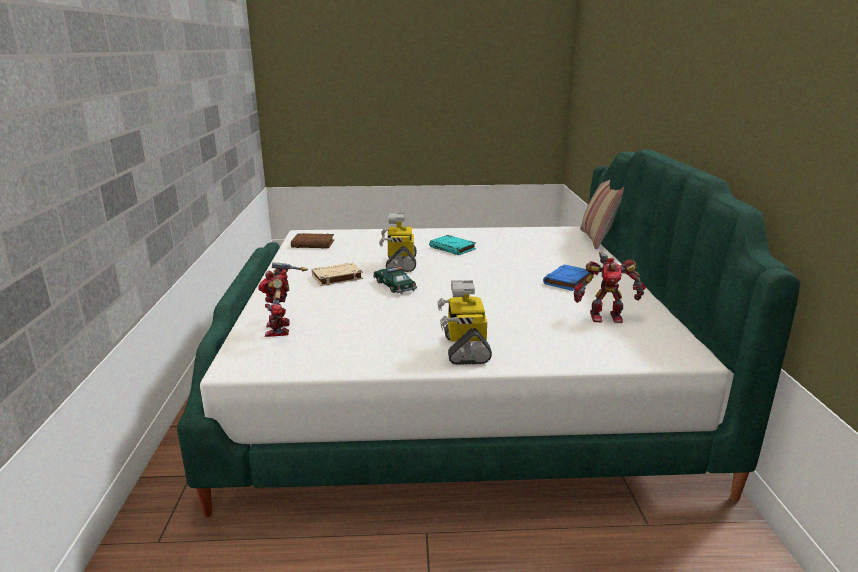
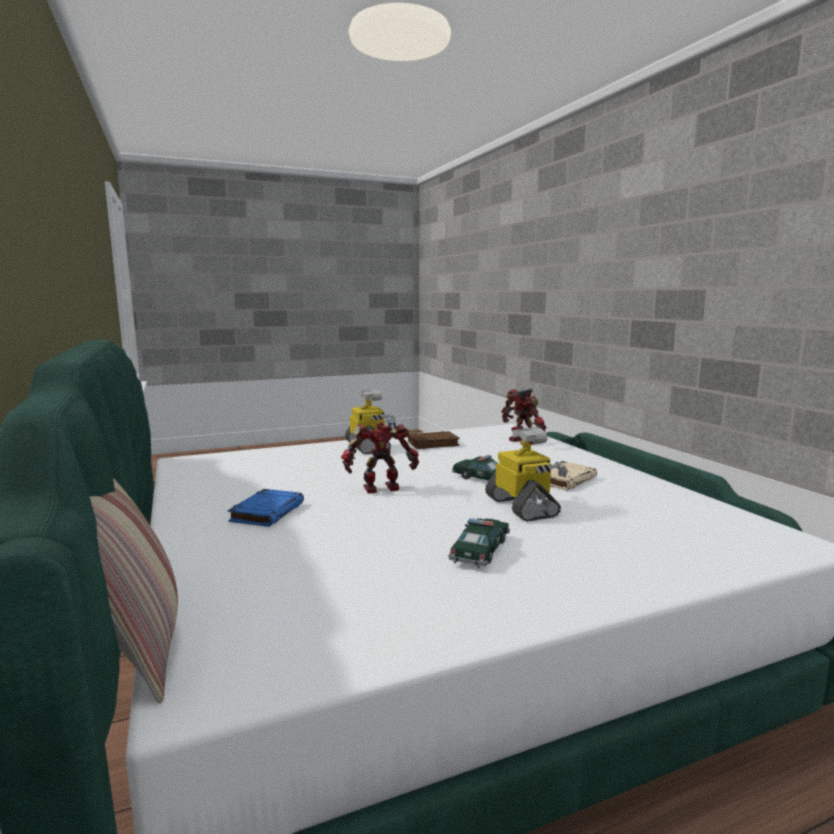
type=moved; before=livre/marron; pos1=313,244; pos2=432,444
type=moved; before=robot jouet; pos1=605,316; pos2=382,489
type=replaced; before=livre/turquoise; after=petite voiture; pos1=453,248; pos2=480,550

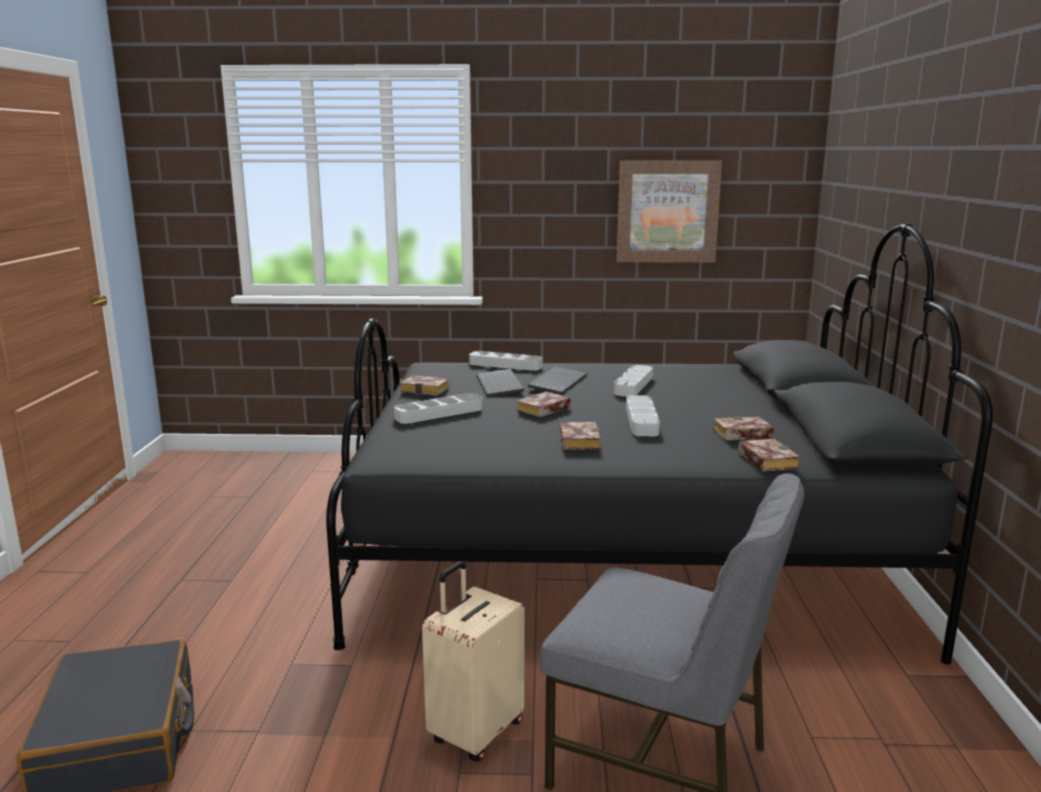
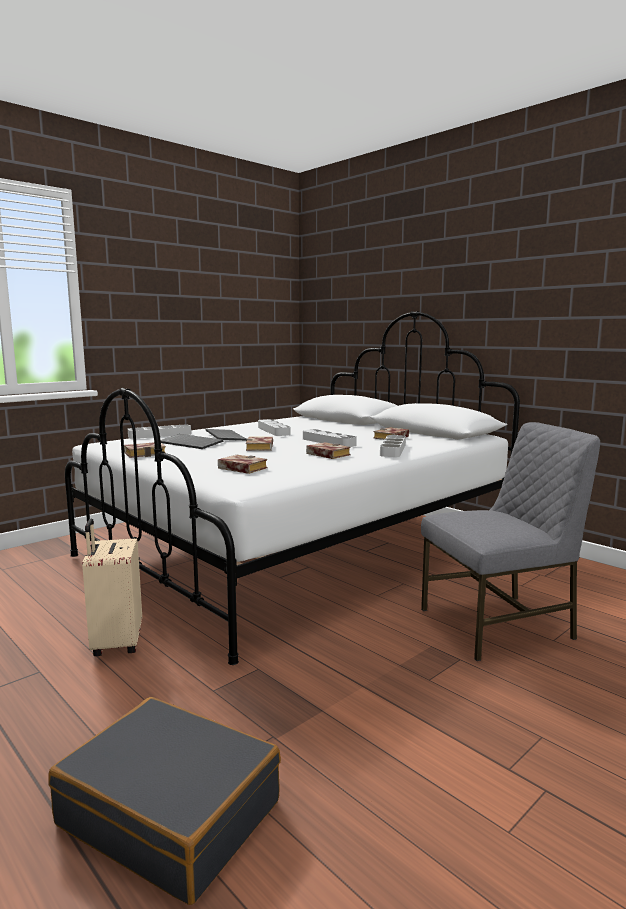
type=removed; before=tableau; pos1=667,212
type=moved; before=plateau/gris; pos1=439,413; pos2=393,450
type=moved; before=valise/beige; pos1=475,732; pos2=116,643
type=moved; before=livre; pos1=764,460; pos2=240,469
type=recoloured; before=lit/noir; after=lit/blanc; pos1=620,552; pos2=300,548

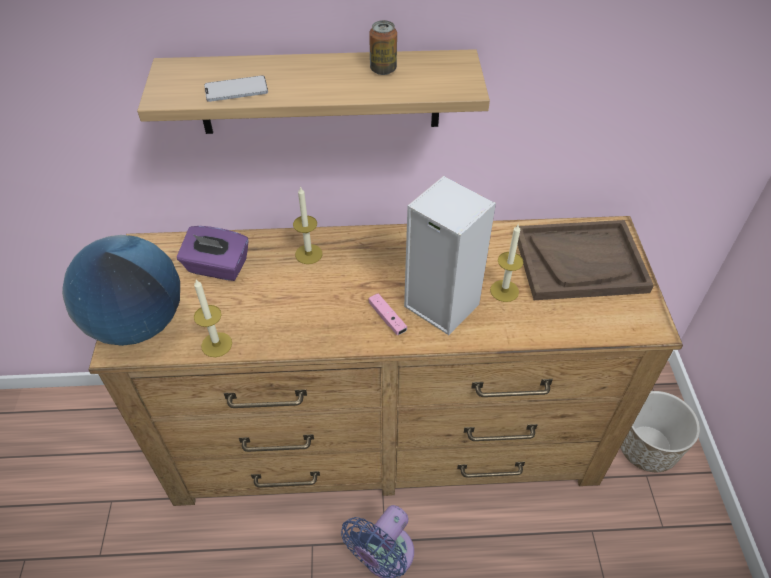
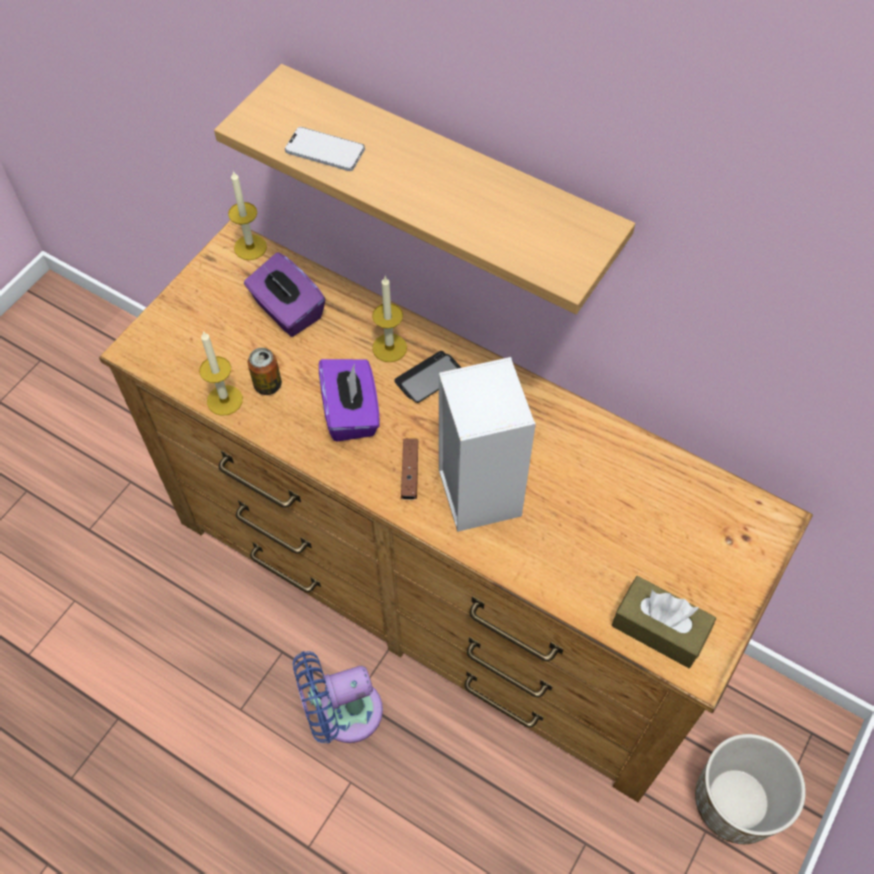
type=removed; before=globe; pos1=138,324
type=removed; before=plateau/marron; pos1=580,262
type=added; after=boîte à mouchoirs/violet; pos2=351,413
type=added; after=téléphone; pos2=429,378
type=added; after=boîte à mouchoirs/marron; pos2=659,628
type=moved; before=boîte métallique; pos1=383,69; pos2=268,385
type=moved; before=bougie; pos1=504,291; pos2=250,247
type=recoloured; before=manette/rose; after=manette/marron; pos1=387,318; pos2=410,473

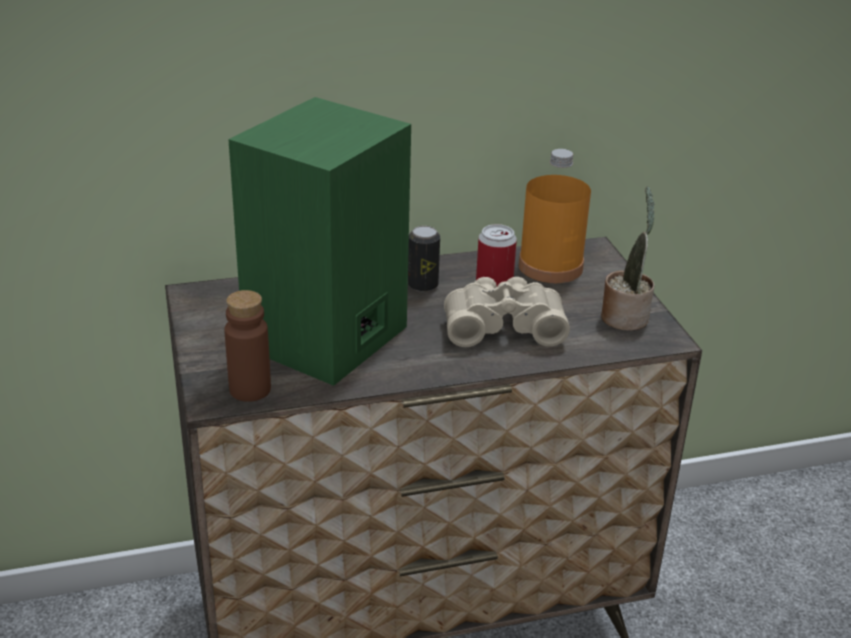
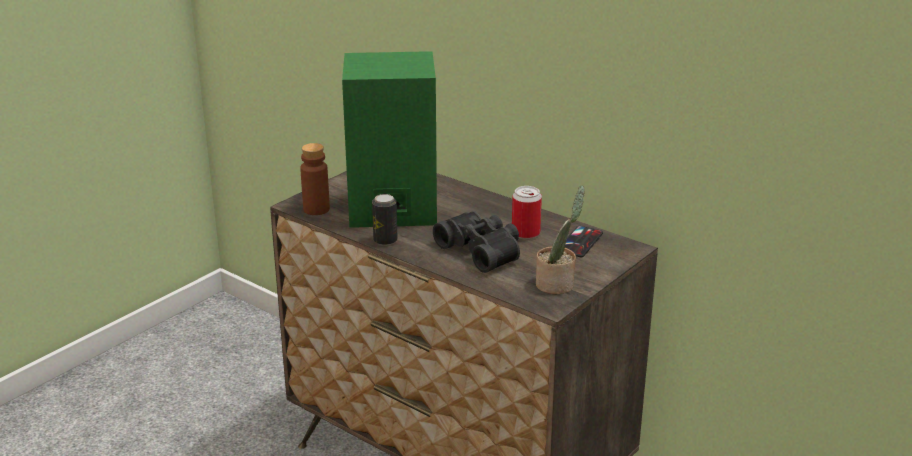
type=moved; before=boîte métallique; pos1=423,285; pos2=385,240
type=replaced; before=bouteille/orange; after=téléphone; pos1=550,266; pos2=580,242
type=recoloured; before=jumelles/beige; after=jumelles/noir; pos1=503,325; pos2=482,250

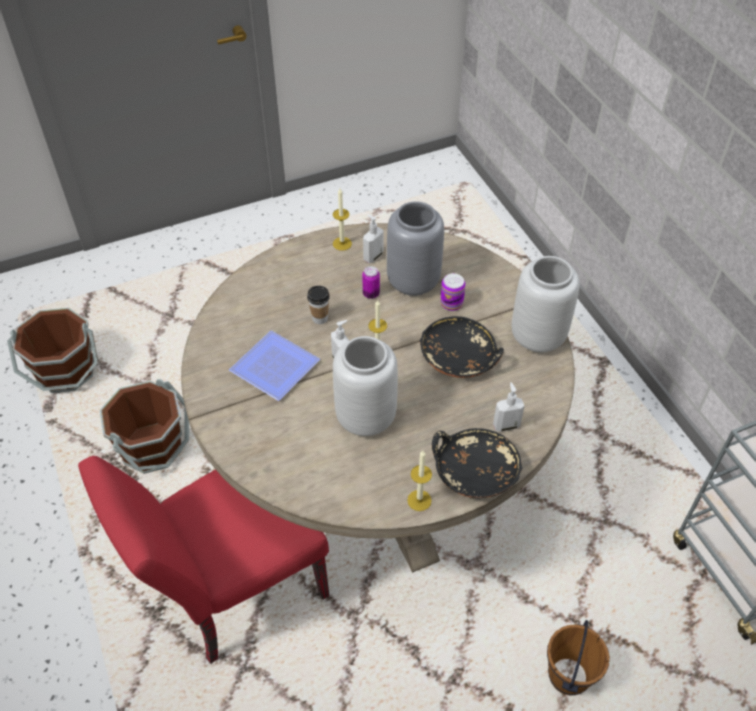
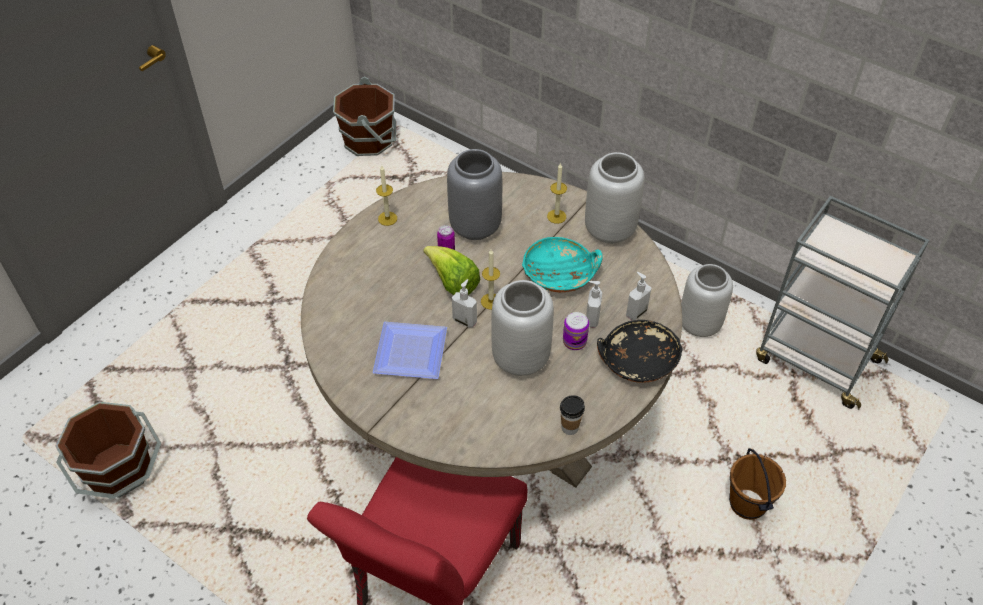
type=added; after=laitue; pos2=453,283
type=added; after=vase/gris; pos2=699,324
type=moved; before=seau/marron; pos1=153,448; pos2=369,140
type=moved; before=tasse; pos1=320,318; pos2=570,428
type=moved; before=distributeur de savon; pos1=372,256; pos2=591,319
type=moved; before=bougie; pos1=419,500; pos2=556,216
type=moved; before=boîte métallique; pos1=451,303; pos2=574,341
type=recoloured; before=bol/noir; after=bol/turquoise; pos1=459,357; pos2=560,274

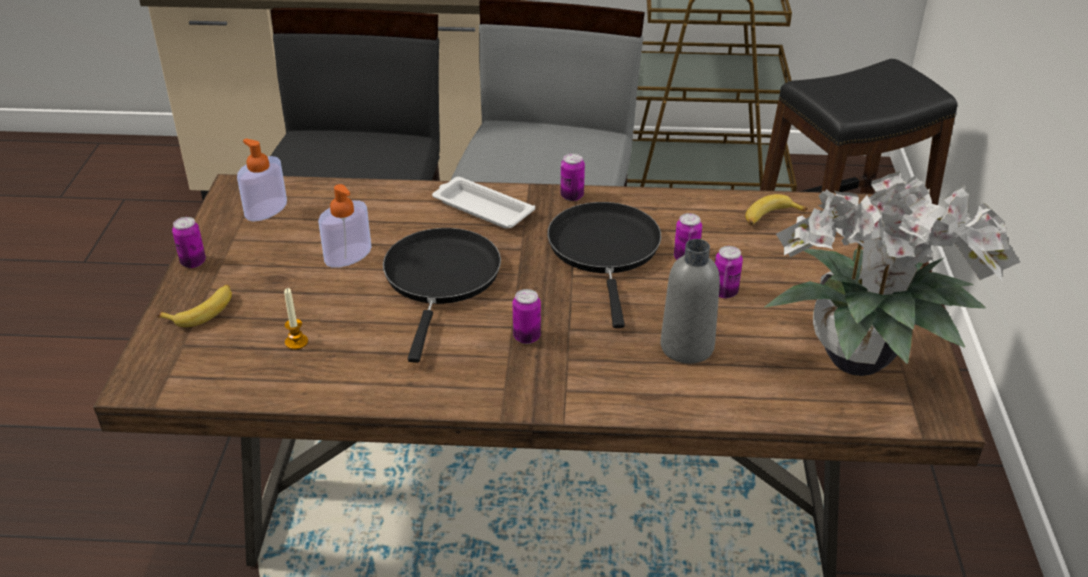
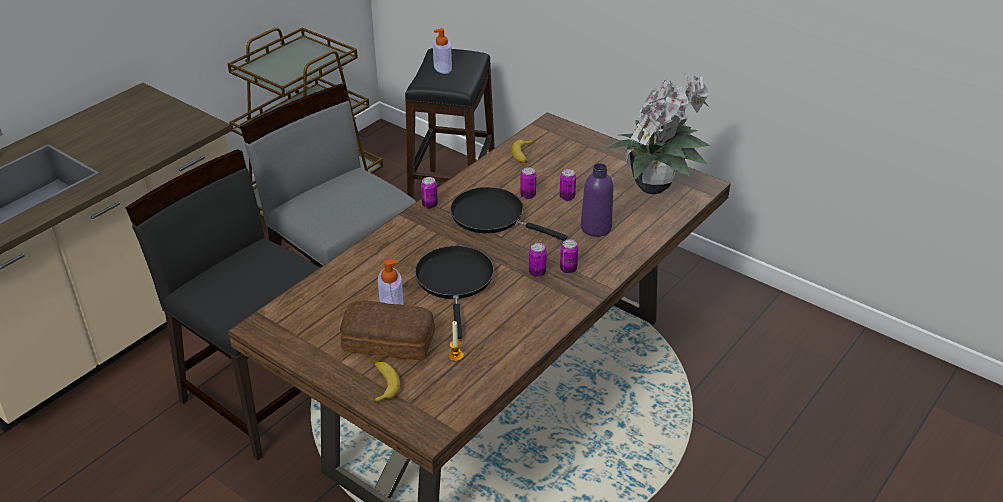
type=removed; before=plateau/blanc; pos1=481,208
type=added; after=pain; pos2=389,342
type=moved; before=boîte métallique; pos1=193,262; pos2=568,269
type=moved; before=distributeur de savon; pos1=266,209; pos2=442,68
type=recoloured; before=bouteille/gris; after=bouteille/violet; pos1=687,347; pos2=596,228
type=turned; before=poêle/noir; pos1=441,279; pos2=455,281; turn=45

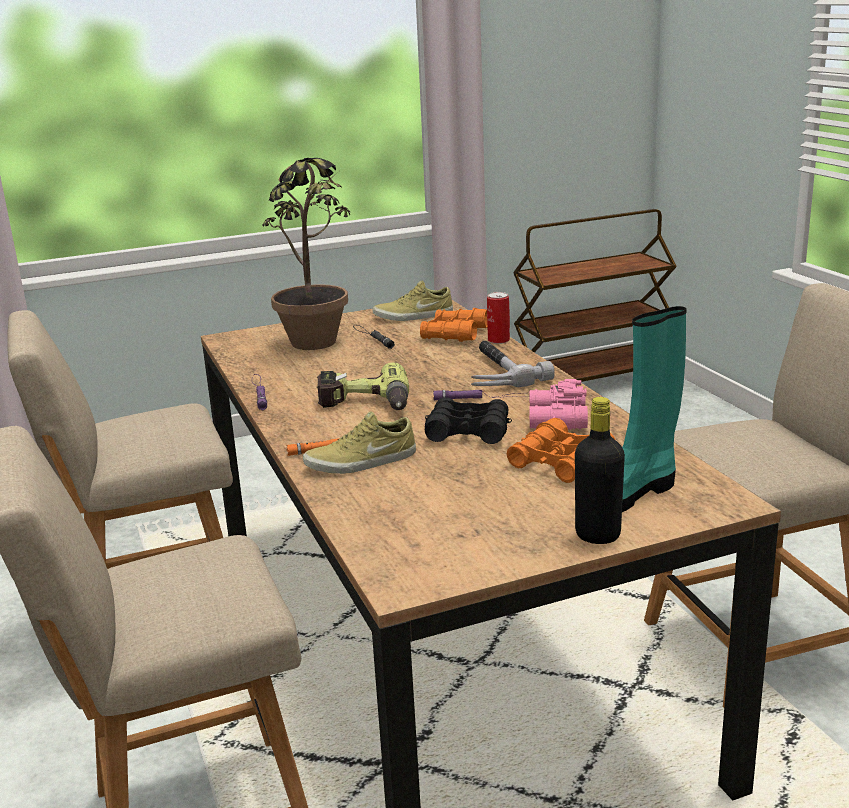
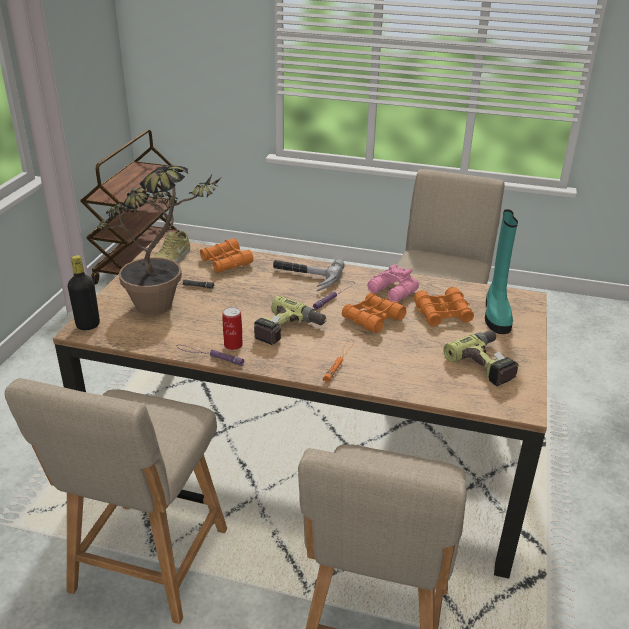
type=removed; before=chaussure/beige; pos1=361,462
type=added; after=perceuse; pos2=488,363
type=moved; before=boîte métallique; pos1=498,340; pos2=233,345
type=moved; before=bouteille/noir; pos1=597,535; pos2=88,325
type=recoloured; before=jumelles/noir; after=jumelles/orange; pos1=468,431; pos2=373,319

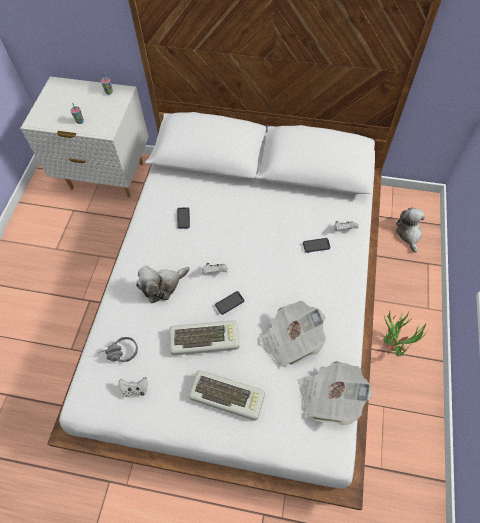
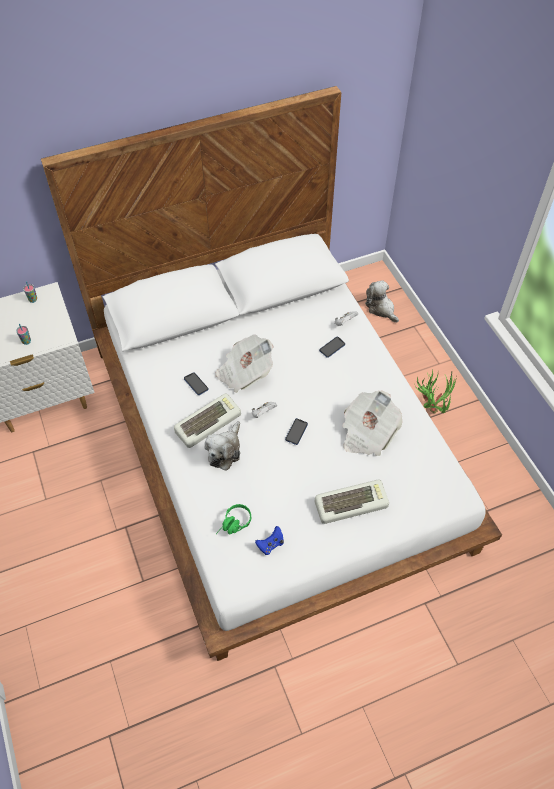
type=moved; before=clavier; pos1=205,338; pos2=208,422
type=moved; before=journal; pos1=329,396; pos2=244,372
type=recoloured; before=casque audio/gris; after=casque audio/vert; pos1=119,353; pos2=234,525
type=recoloured; before=manette/blanc; after=manette/bleu; pos1=135,389; pos2=270,544

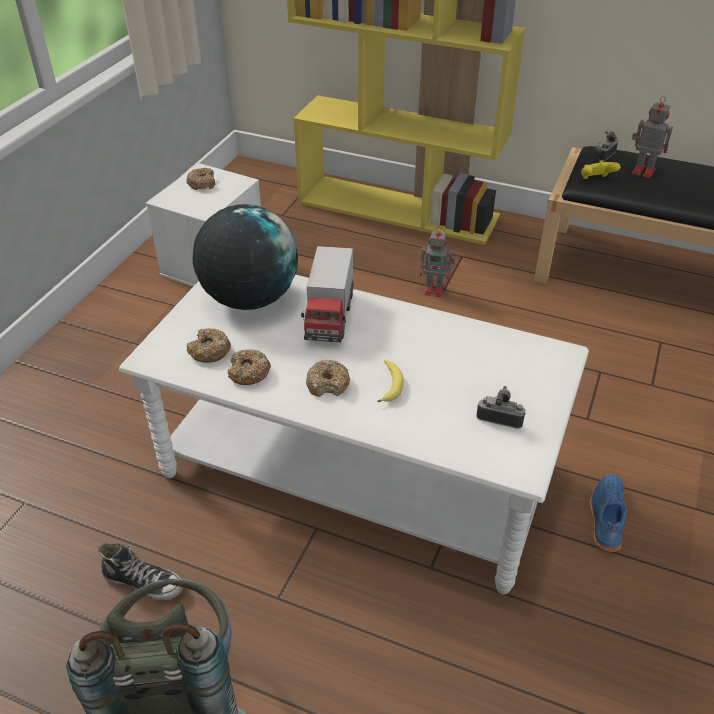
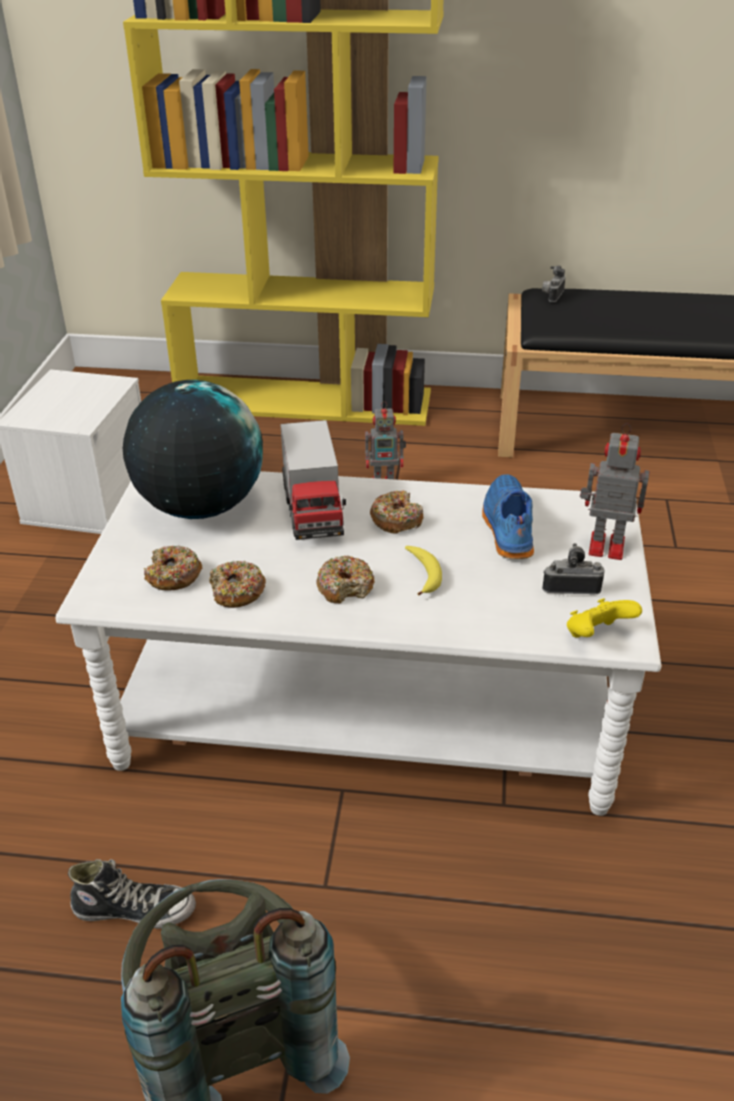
type=moved; before=beignet; pos1=202,183; pos2=396,520
type=moved; before=manette/jaune; pos1=596,180; pos2=596,636
type=moved; before=chaussure/bleu; pos1=605,517; pos2=506,527
type=moved; before=robot jouet; pos1=642,171; pos2=604,545

